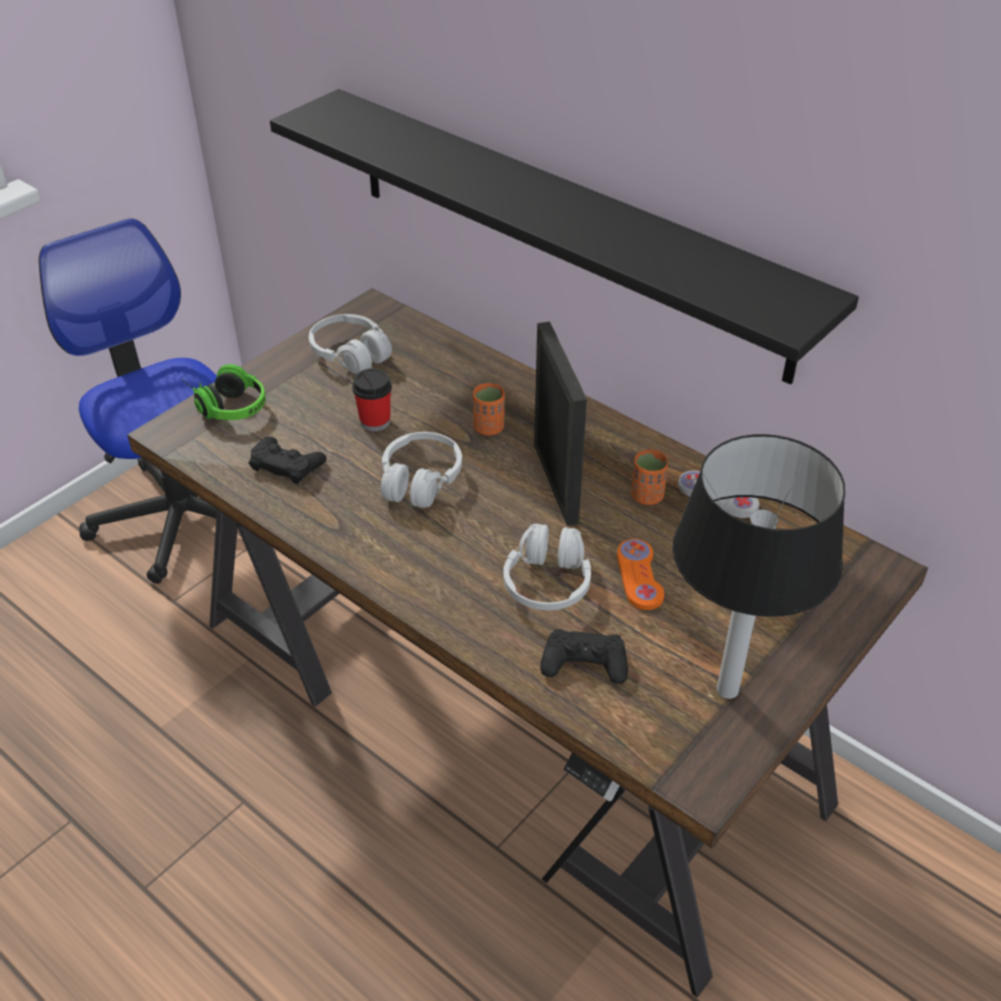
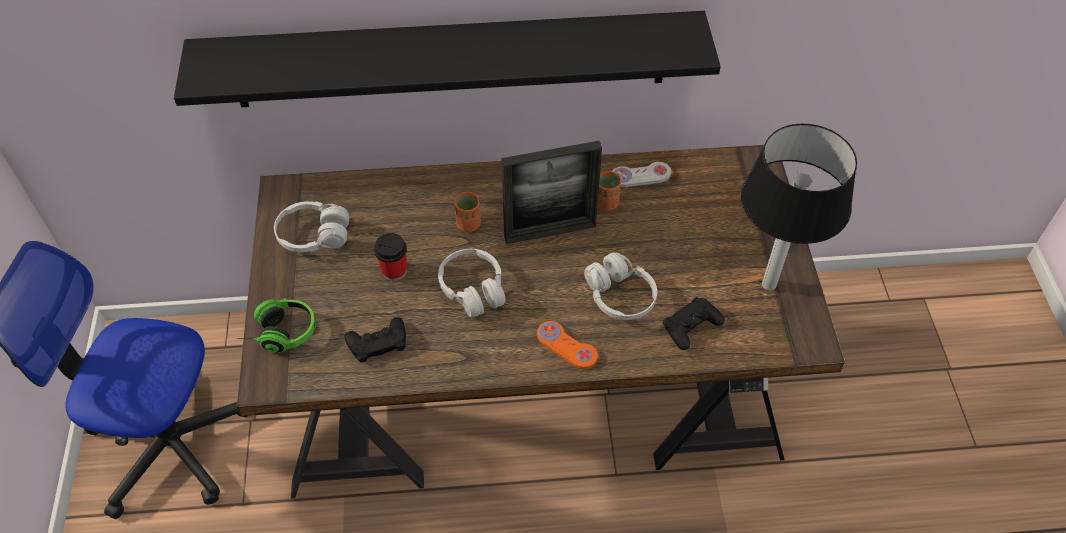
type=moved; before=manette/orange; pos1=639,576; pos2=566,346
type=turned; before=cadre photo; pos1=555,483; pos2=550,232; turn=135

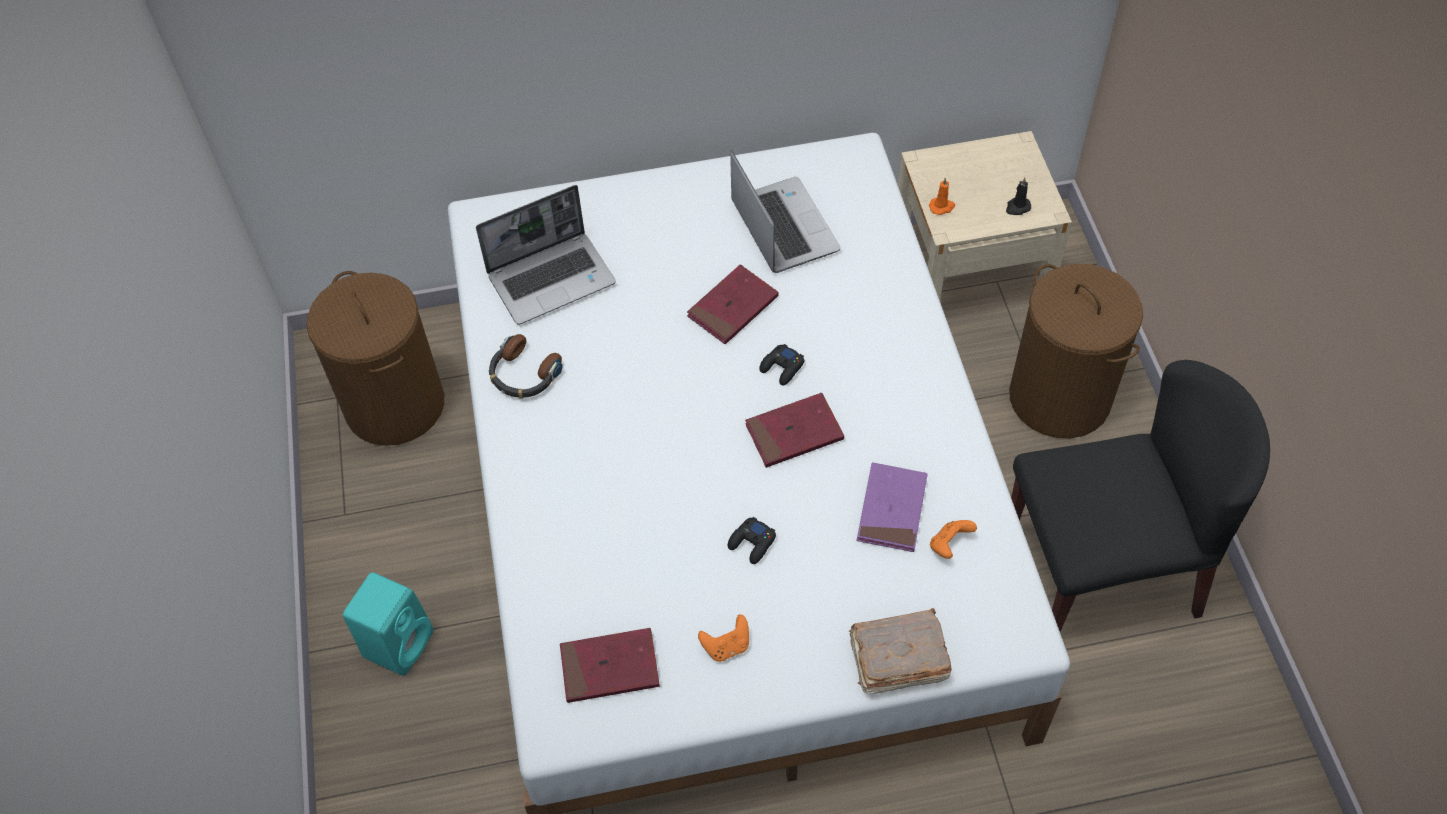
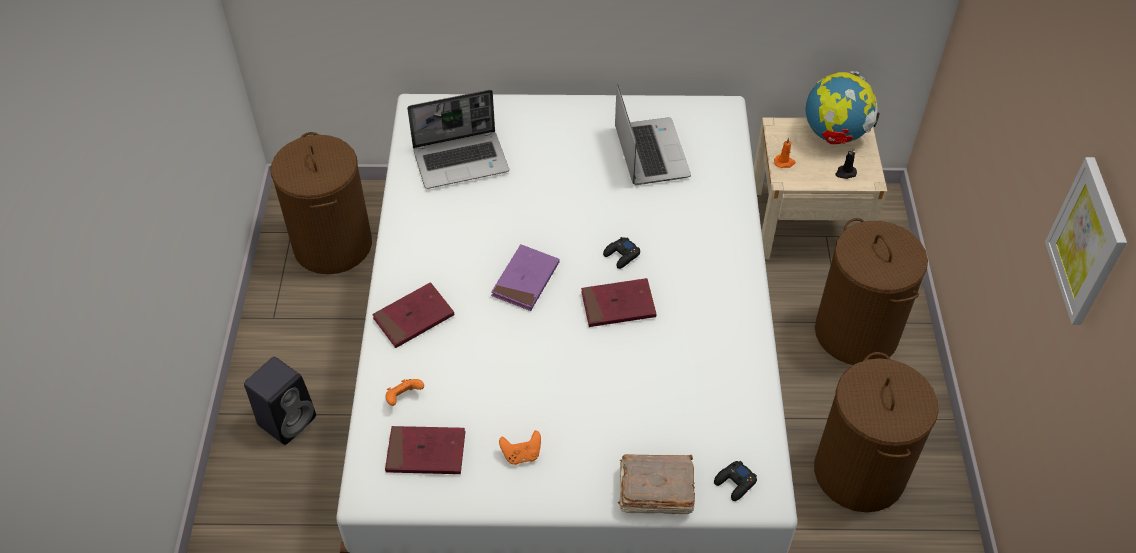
type=removed; before=casque audio; pos1=523,374
type=added; after=globe; pos2=835,135
type=added; after=tableau; pos2=1087,242
type=moved; before=livre/rouge; pos1=733,307; pos2=413,317
type=moved; before=manette/noir; pos1=752,543; pos2=735,483
type=moved; before=livre/violet; pos1=891,509; pos2=525,280
type=moved; before=manette/orange; pos1=949,545; pos2=404,398
type=replaced; before=chaise/noir; after=panier à linge/marron; pos1=1102,570; pos2=859,473
type=recoloured; before=enceinte/turquoise; after=enceinte/noir; pos1=399,642; pos2=288,419

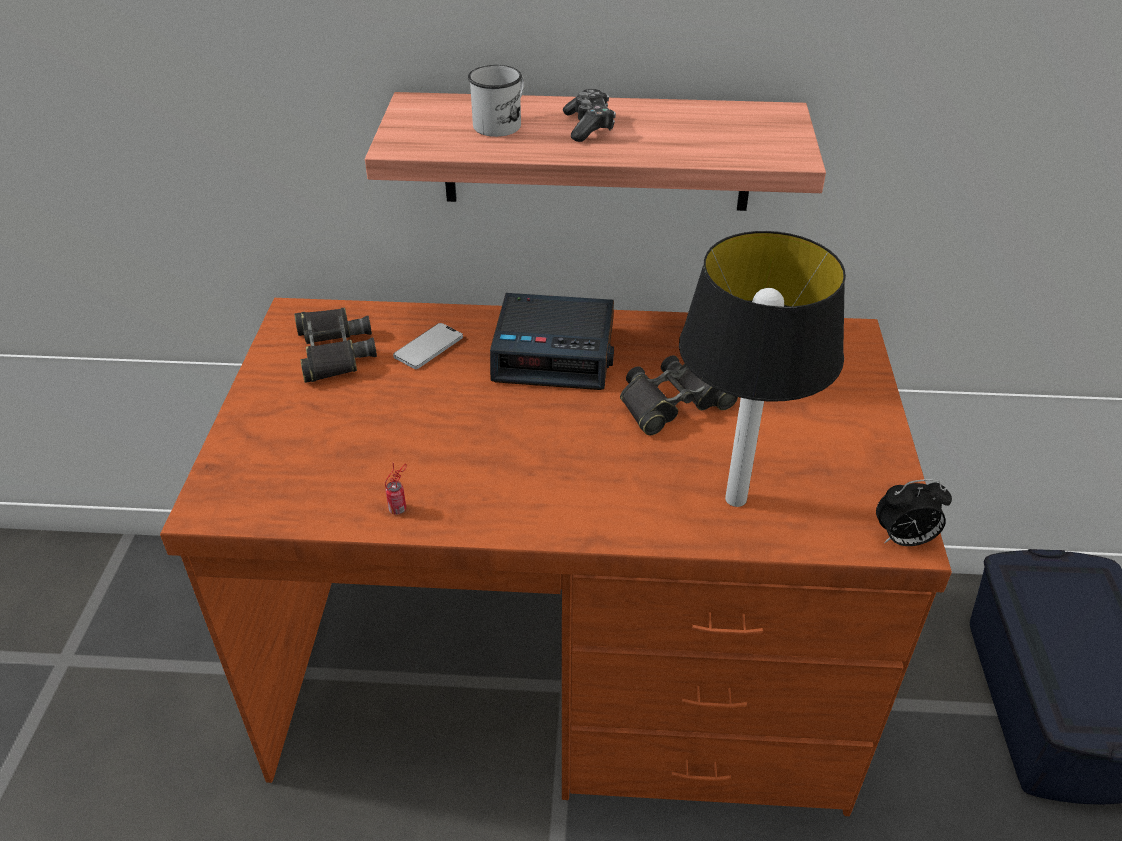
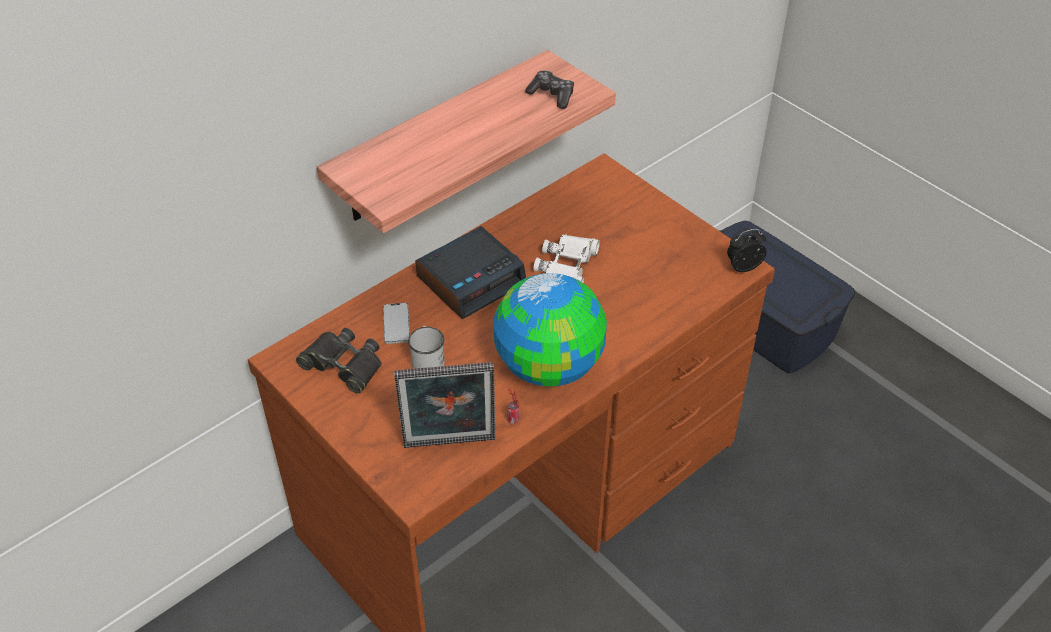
type=removed; before=lampe de table; pos1=737,499
type=added; after=cadre photo; pos2=449,445
type=added; after=globe; pos2=550,366
type=moved; before=mug/blanc; pos1=502,123; pos2=427,359
type=moved; before=manette; pos1=589,126; pos2=552,95
type=recoloured; before=jumelles/noir; after=jumelles/blanc; pos1=673,402; pos2=567,267
type=turned; before=réveil; pos1=903,539; pos2=743,267; turn=-150

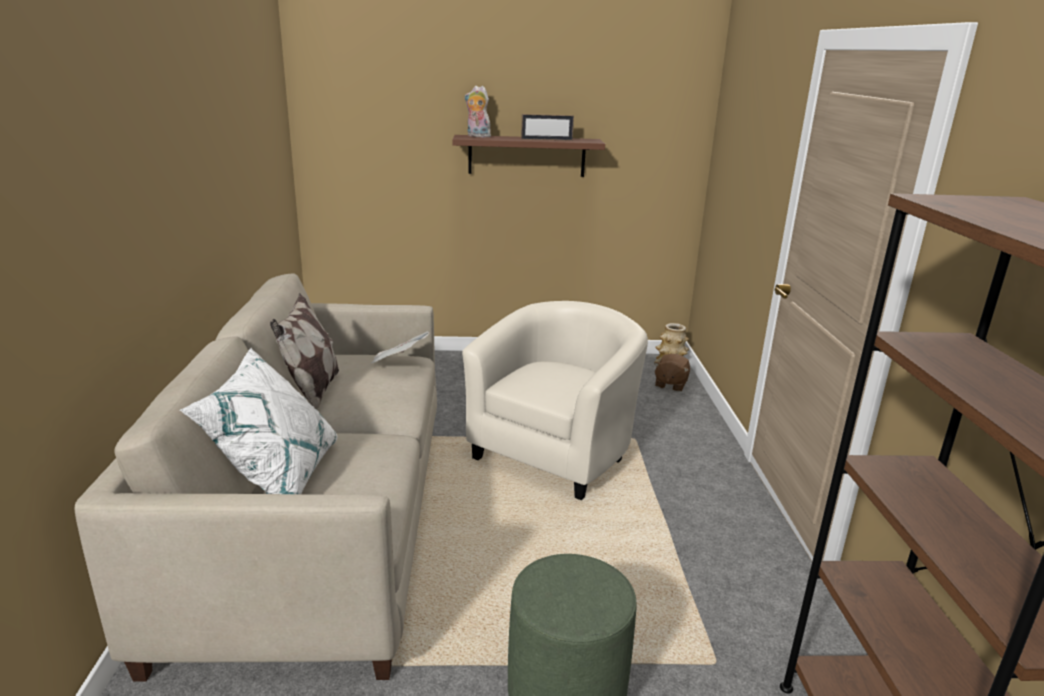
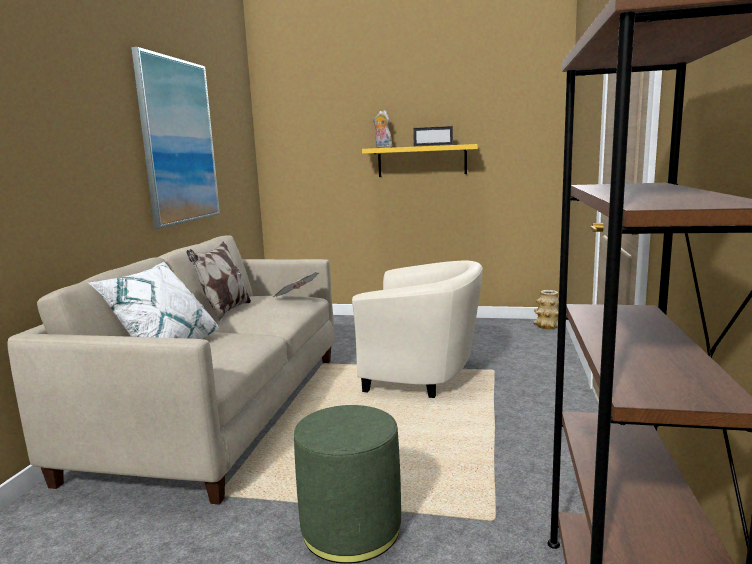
type=removed; before=peluche/marron; pos1=670,384
type=added; after=tableau; pos2=178,141
type=recoloured; before=étagère/marron; after=étagère/jaune; pos1=526,156; pos2=422,161
type=turned; before=fauteuil/beige; pos1=556,453; pos2=423,377; turn=60

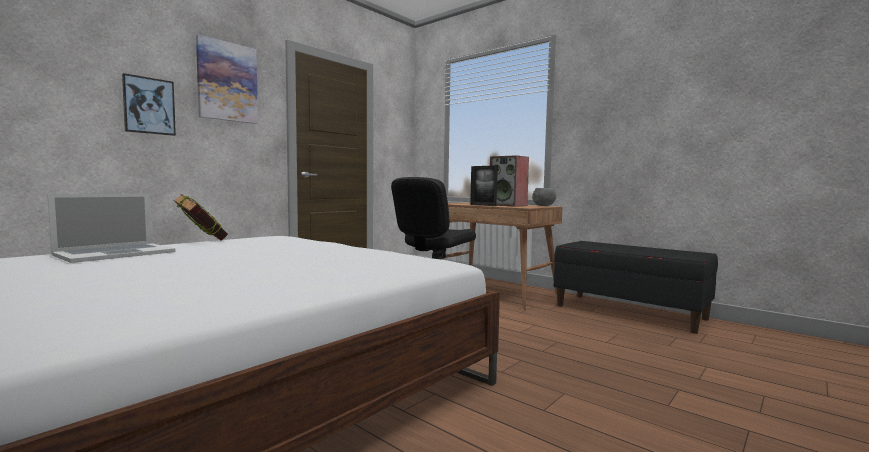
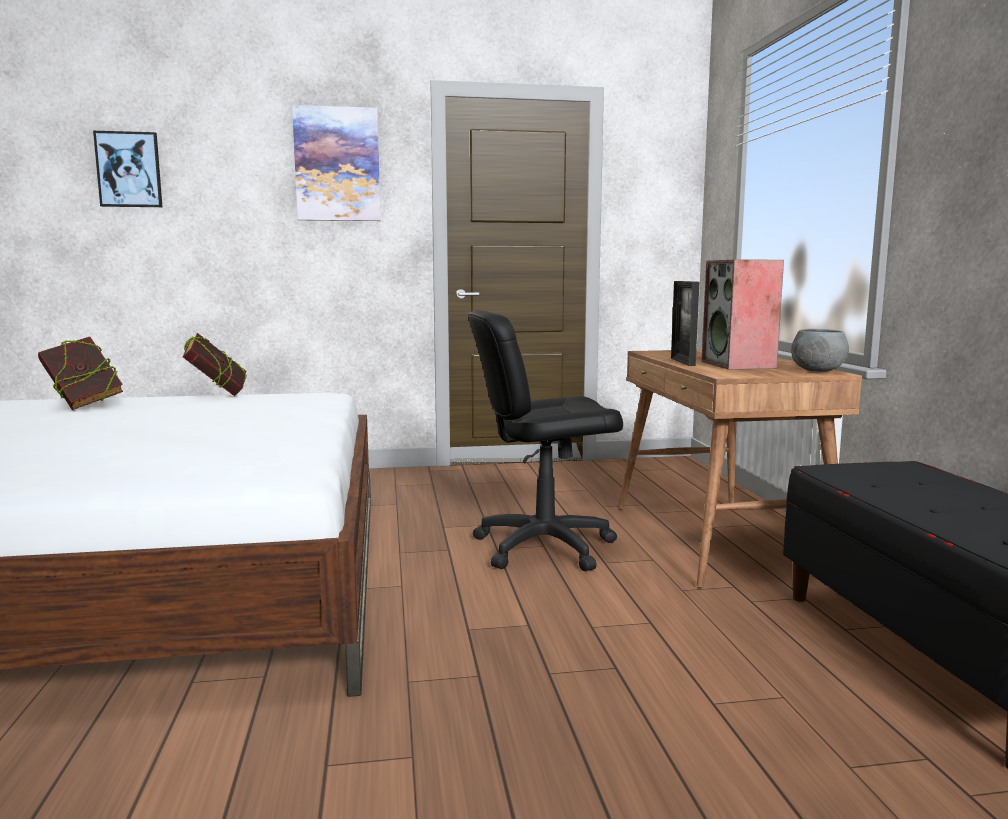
type=moved; before=tableau; pos1=149,106; pos2=129,170
type=replaced; before=ordinateur portable; after=livre; pos1=115,253; pos2=84,405

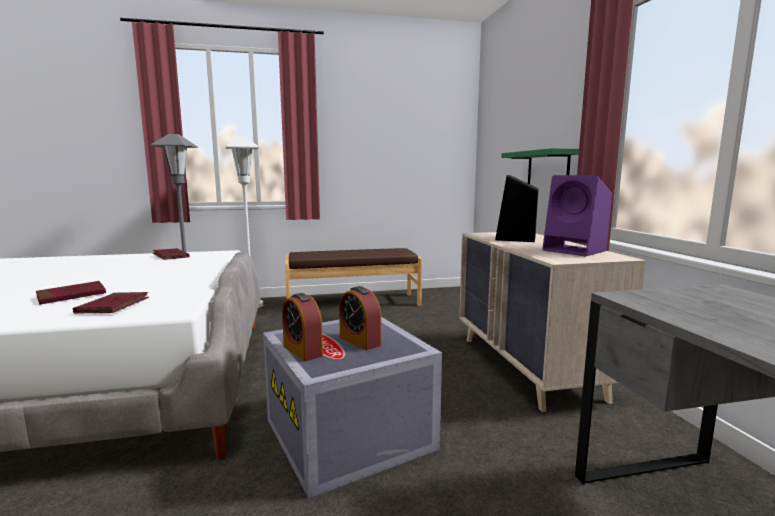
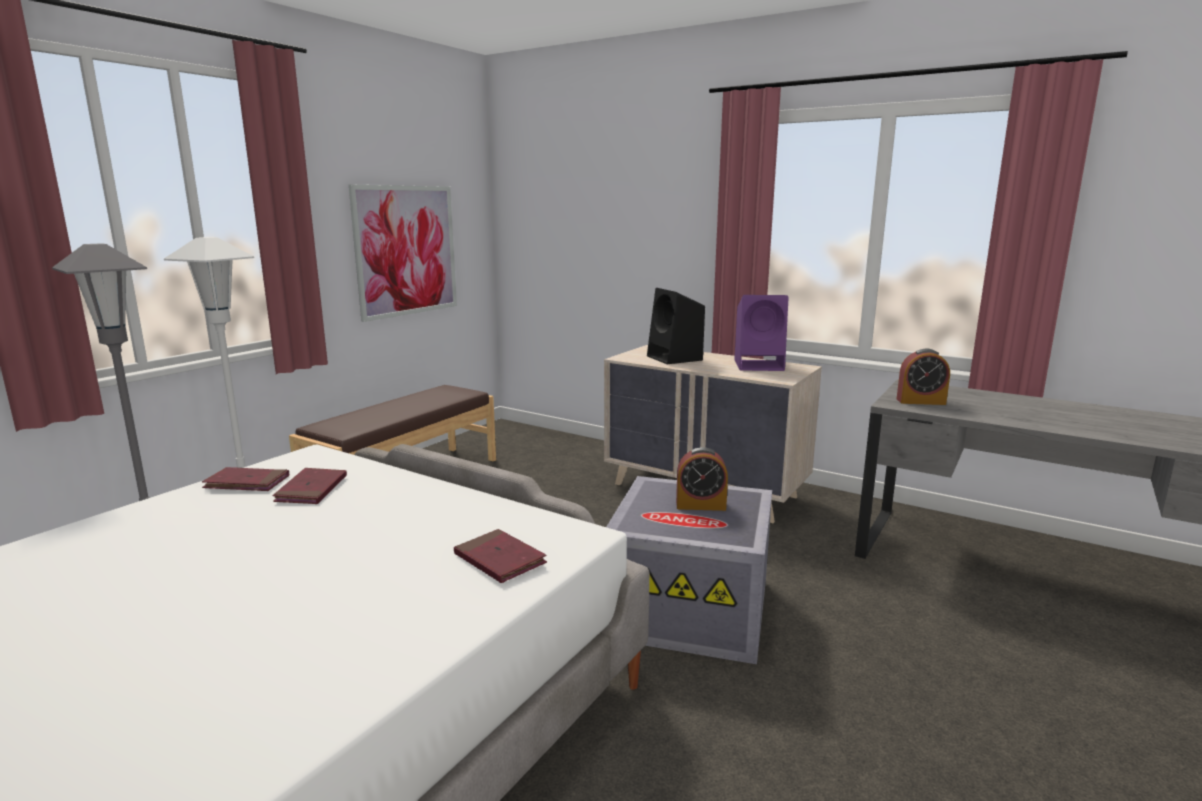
type=removed; before=étagère/vert; pos1=548,168
type=added; after=tableau; pos2=406,250
type=moved; before=livre/rouge; pos1=71,296; pos2=311,489
type=moved; before=réveil; pos1=302,351; pos2=920,401

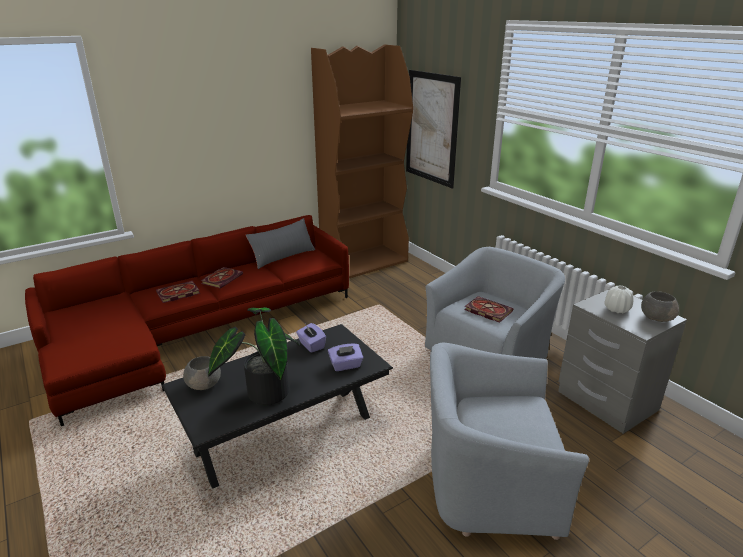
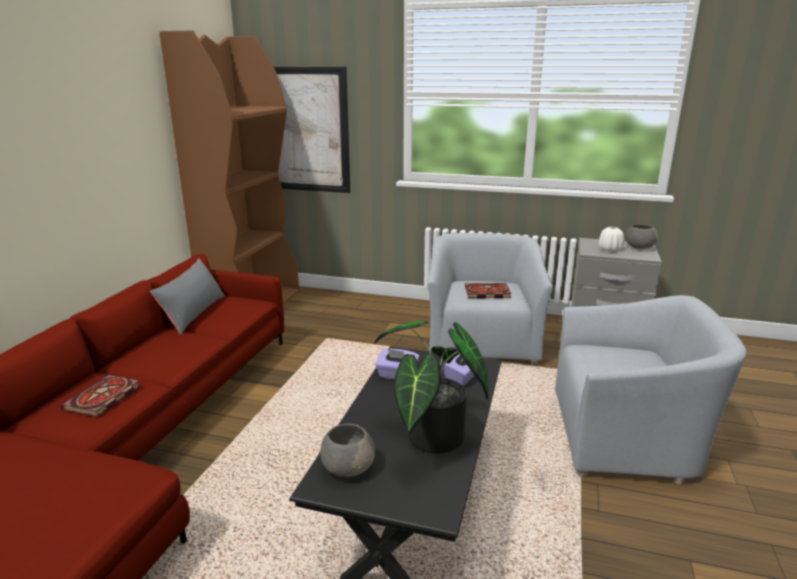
type=removed; before=livre; pos1=222,278
type=turned; before=fauteuil/gris; pos1=488,482; pos2=626,436; turn=-135

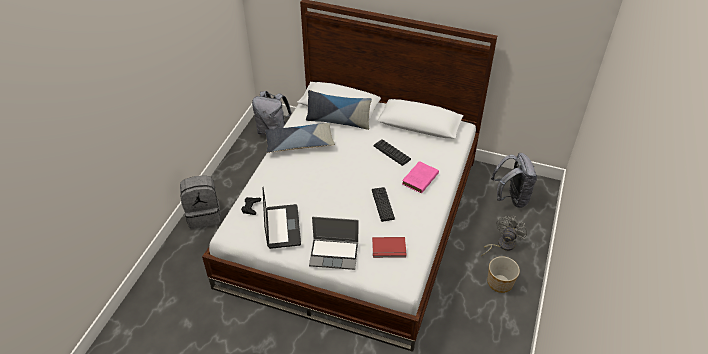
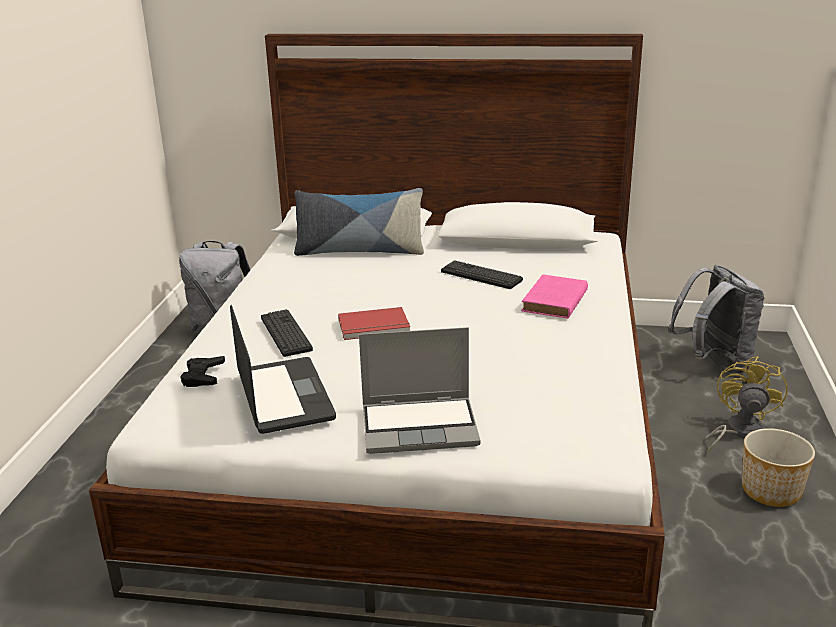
type=removed; before=sac à dos/gris; pos1=204,215
type=removed; before=coussin; pos1=299,143
type=moved; before=clavier; pos1=382,204; pos2=286,333
type=moved; before=livre/rouge; pos1=389,249; pos2=374,327
type=recoloured; before=ventilateur/gris; after=ventilateur/jaune; pos1=502,245; pos2=738,431

